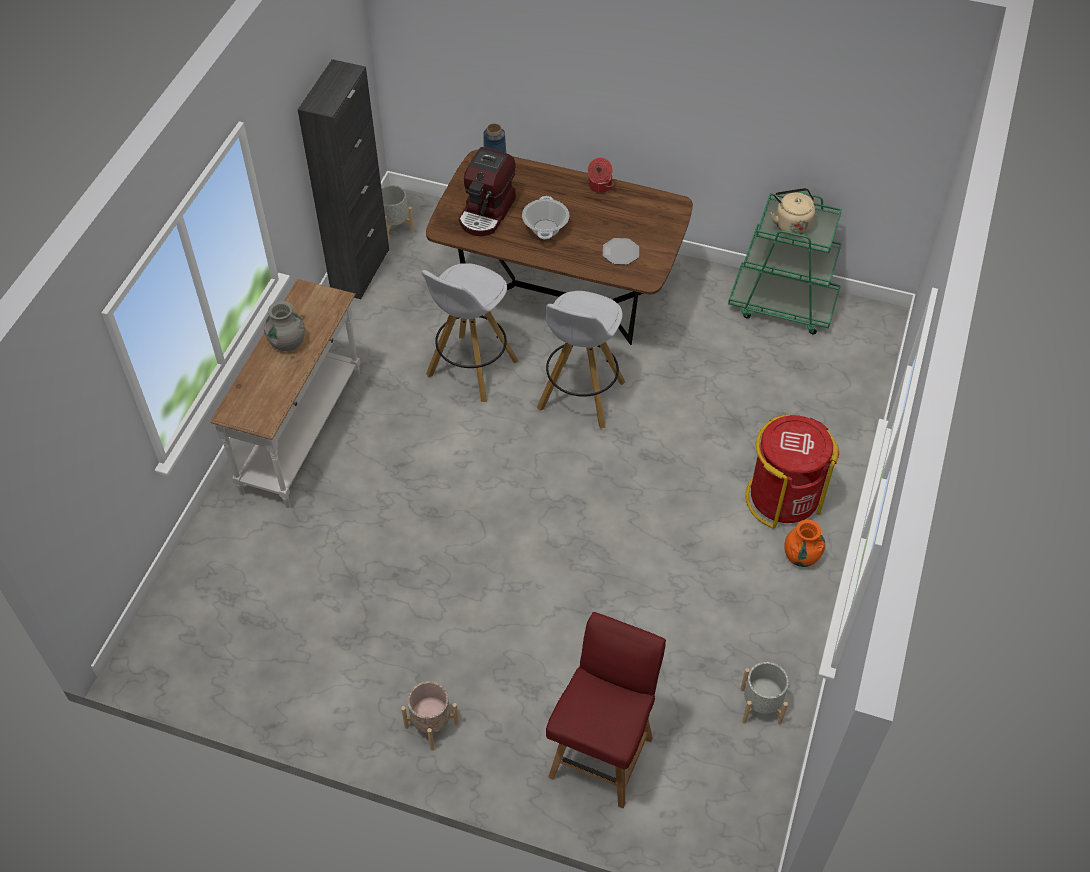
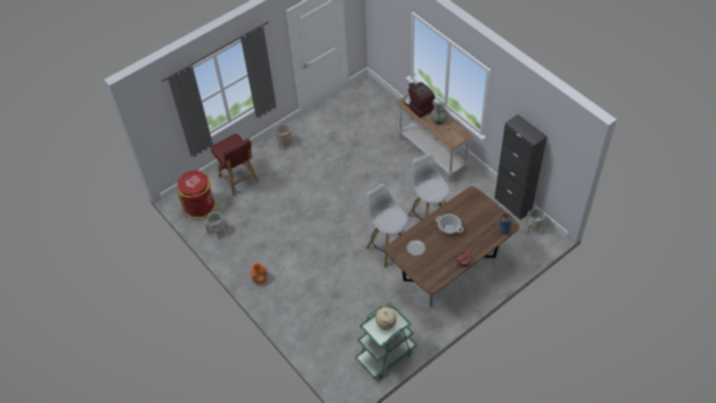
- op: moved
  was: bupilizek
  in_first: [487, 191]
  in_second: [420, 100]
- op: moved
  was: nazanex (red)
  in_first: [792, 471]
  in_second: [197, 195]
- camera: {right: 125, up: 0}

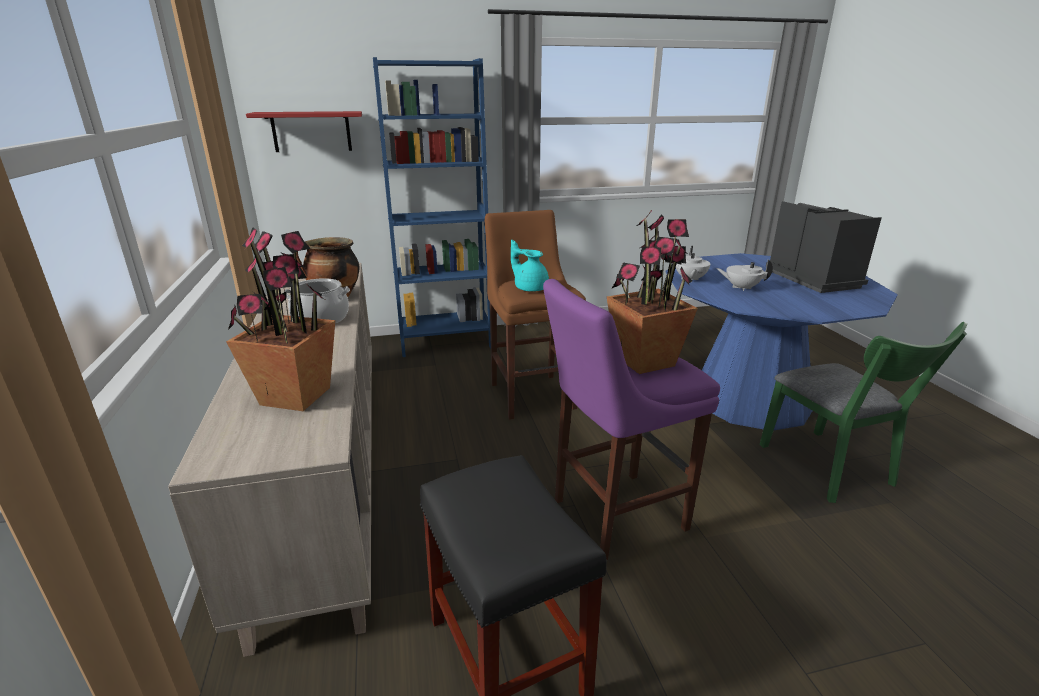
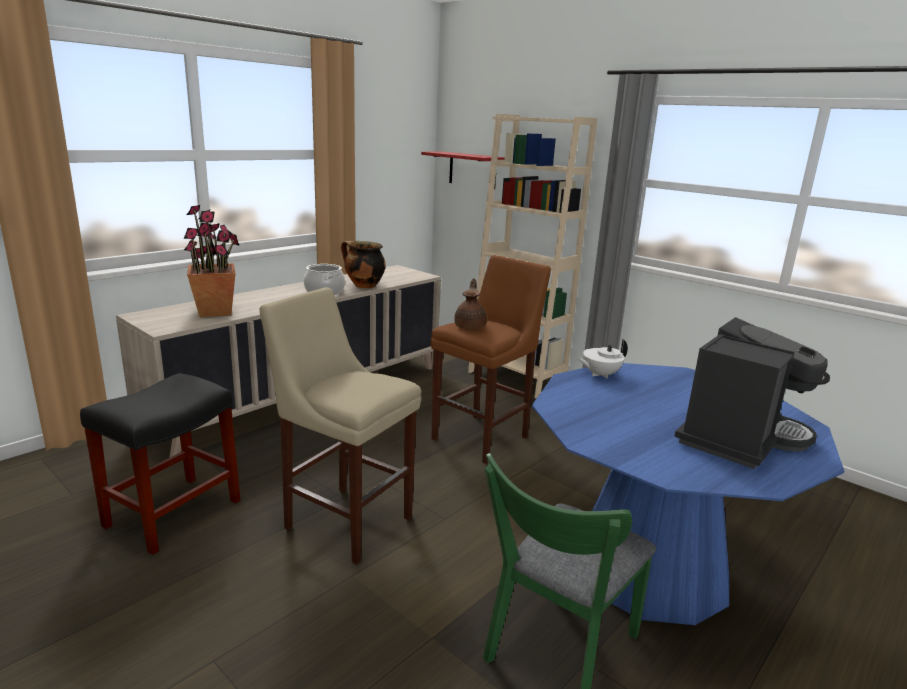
- op: removed
  was: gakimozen
  in_first: [652, 291]
- op: removed
  was: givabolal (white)
  in_first: [744, 275]
- op: recoloured
  was: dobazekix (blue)
  now: dobazekix (beige)
  in_first: [432, 207]
  in_second: [533, 256]
- op: recoloured
  was: givabolal (turquoise)
  now: givabolal (brown)
  in_first: [530, 266]
  in_second: [470, 303]
- op: recoloured
  was: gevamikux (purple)
  now: gevamikux (beige)
  in_first: [631, 419]
  in_second: [340, 426]
- camera: {right: 55, up: -5}

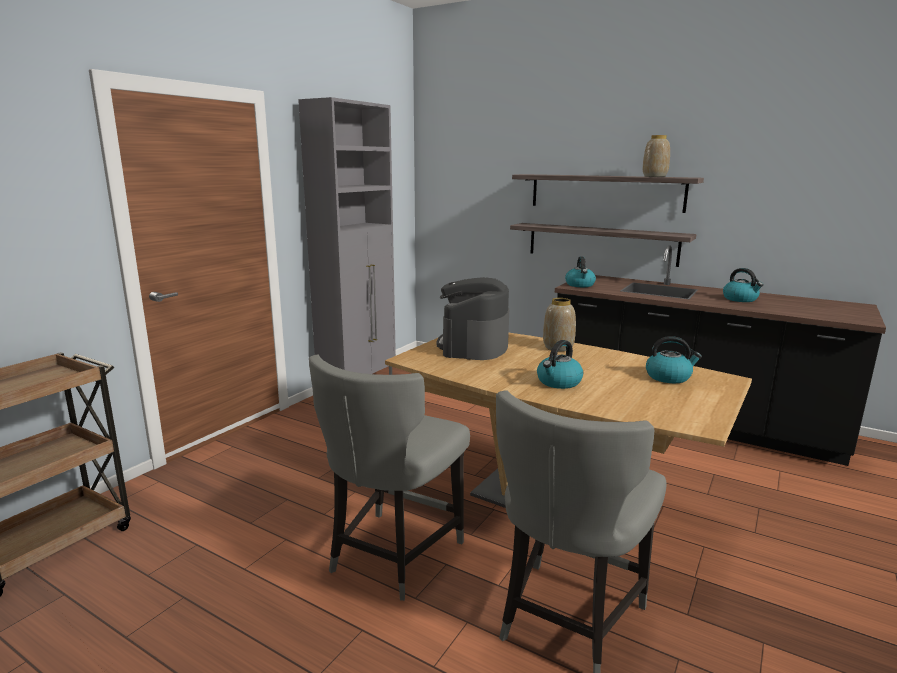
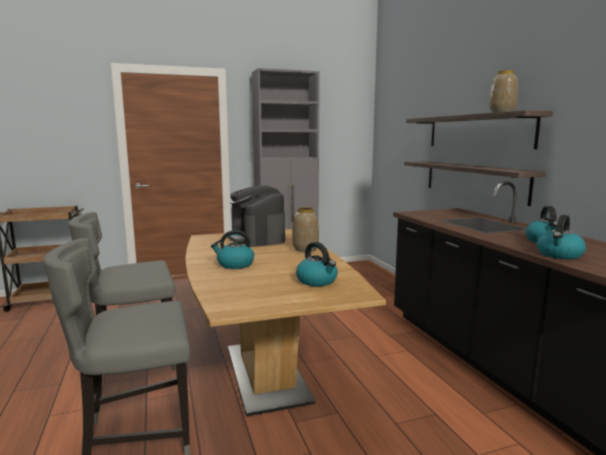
- op: moved
  was: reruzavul
  in_first: [580, 272]
  in_second: [561, 237]
- op: turned
  was: bupilizek
  in_first: [473, 318]
  in_second: [256, 216]
  clockwise: -75
- camera: {right: 40, up: -5}

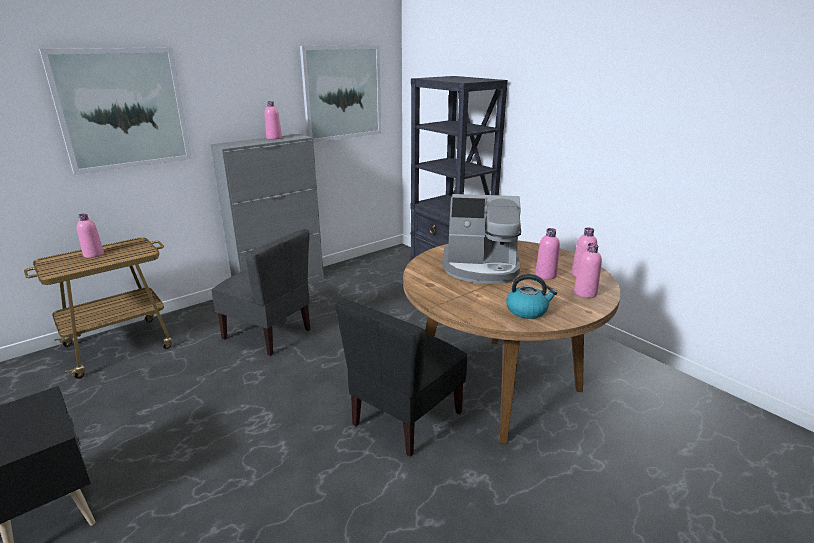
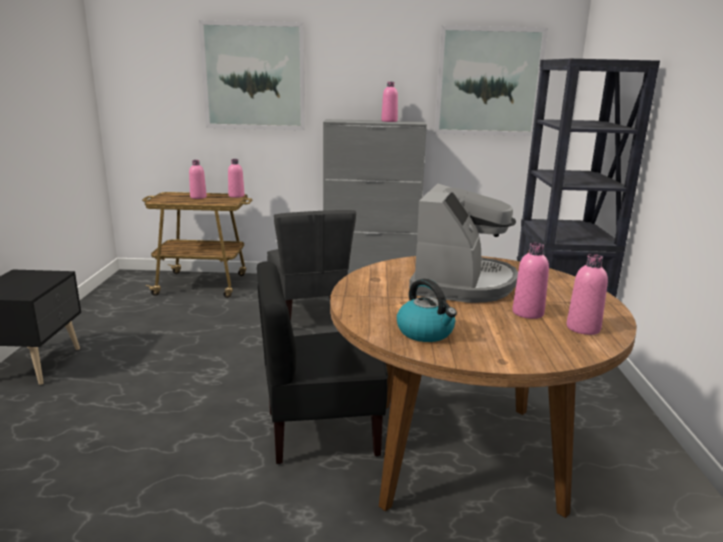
- op: moved
  was: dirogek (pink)
  in_first: [588, 270]
  in_second: [236, 178]
- op: turned
  was: bupilizek
  in_first: [481, 239]
  in_second: [463, 243]
  clockwise: -120
- camera: {right: 40, up: -5}

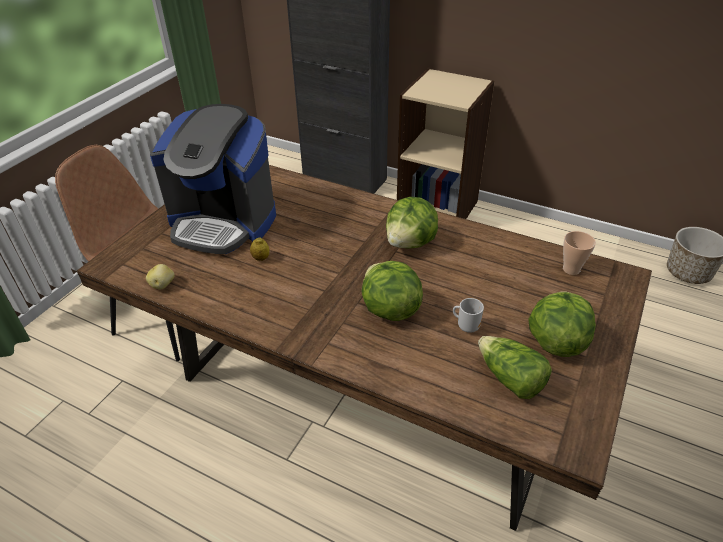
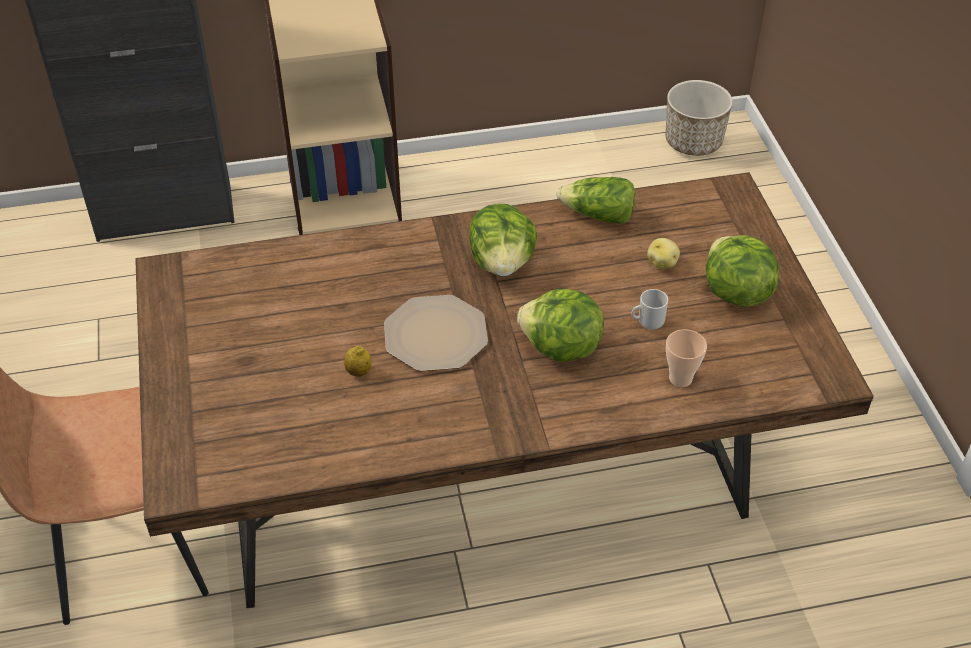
- op: removed
  was: bupilizek
  in_first: [213, 179]
- op: added
  now: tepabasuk
  in_second: [436, 333]
- op: moved
  was: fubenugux
  in_first: [160, 277]
  in_second: [663, 253]
- op: moved
  was: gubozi
  in_first: [515, 367]
  in_second: [595, 200]
- op: moved
  was: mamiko
  in_first: [579, 253]
  in_second: [686, 358]
- camera: {right: -40, up: 5}

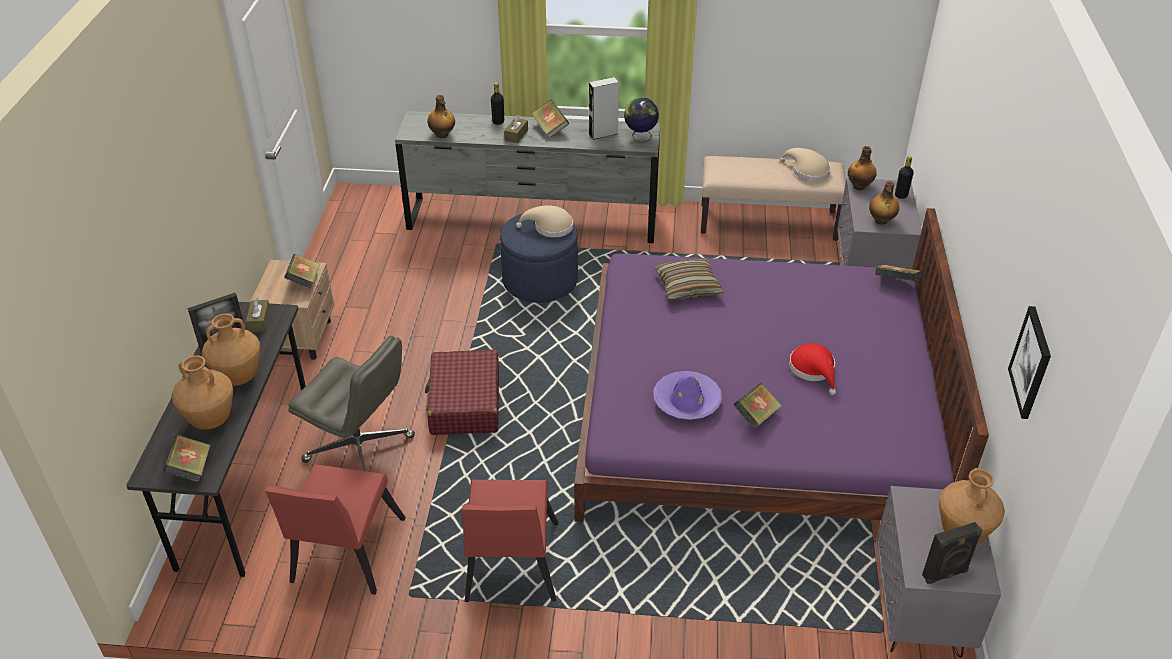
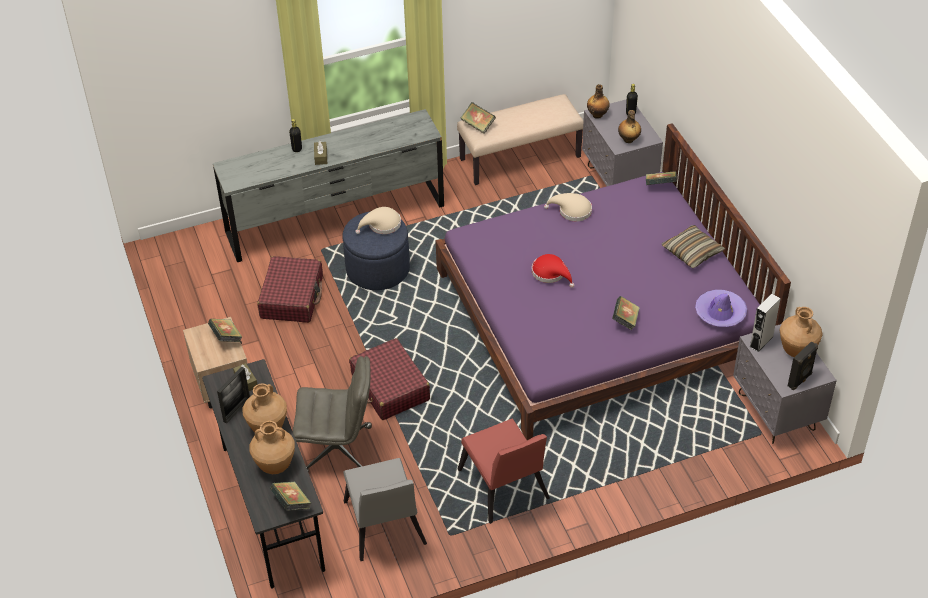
- op: removed
  was: dirogek
  in_first: [441, 116]
- op: removed
  was: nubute
  in_first: [641, 120]
- op: removed
  was: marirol
  in_first: [1029, 362]
- op: added
  now: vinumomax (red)
  in_second: [290, 289]
- op: moved
  was: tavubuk
  in_first: [550, 119]
  in_second: [478, 118]
- op: moved
  was: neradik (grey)
  in_first: [603, 108]
  in_second: [765, 322]
- op: moved
  was: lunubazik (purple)
  in_first: [687, 395]
  in_second: [721, 308]
- op: moved
  was: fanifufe
  in_first: [689, 279]
  in_second: [693, 247]
- op: moved
  was: lunubazik (beige)
  in_first: [805, 164]
  in_second: [568, 207]
- op: moved
  was: lunubazik (red)
  in_first: [812, 369]
  in_second: [553, 271]
- op: recoloured
  was: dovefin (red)
  now: dovefin (grey)
  in_first: [335, 529]
  in_second: [385, 509]
- camera: {right: -25, up: 5}

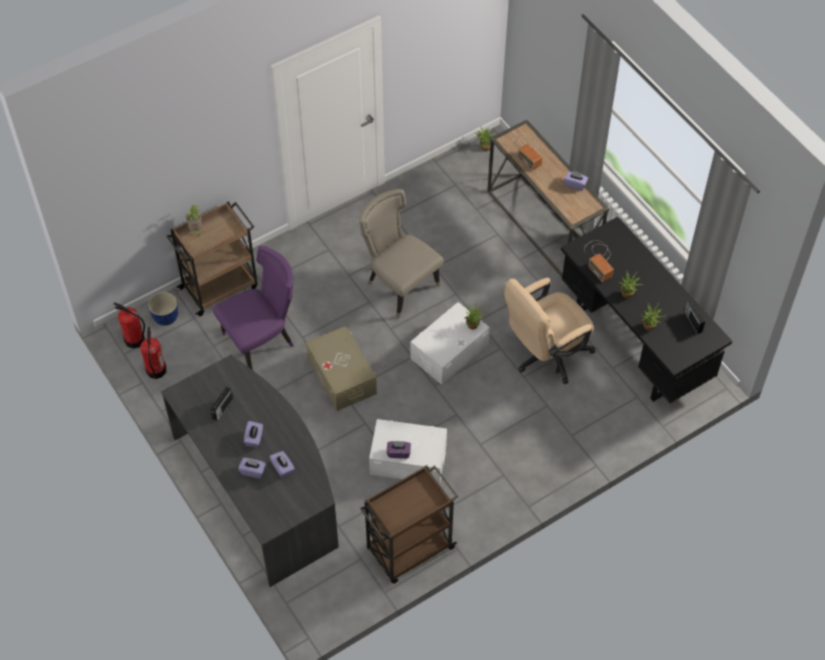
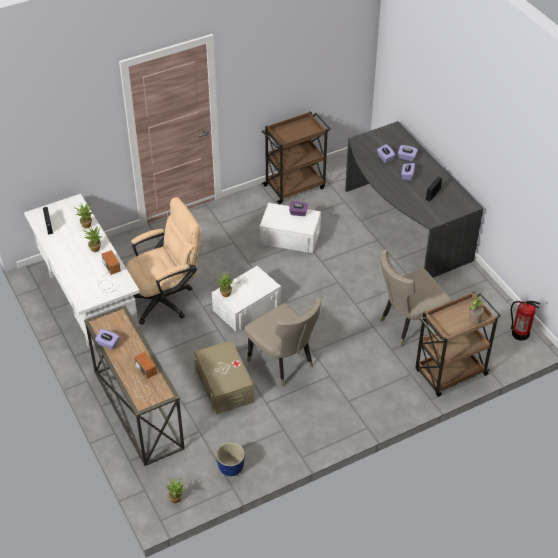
- op: removed
  was: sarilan
  in_first: [153, 353]
- op: moved
  was: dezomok
  in_first: [163, 309]
  in_second: [230, 459]
- op: moved
  was: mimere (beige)
  in_first: [341, 368]
  in_second: [224, 377]
- op: recoloured
  was: dovefin (purple)
  now: dovefin (beige)
  in_first: [253, 308]
  in_second: [416, 297]
- op: recoloured
  was: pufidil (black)
  now: pufidil (white)
  in_first: [646, 310]
  in_second: [82, 271]
- camera: {right: -175, up: -10}

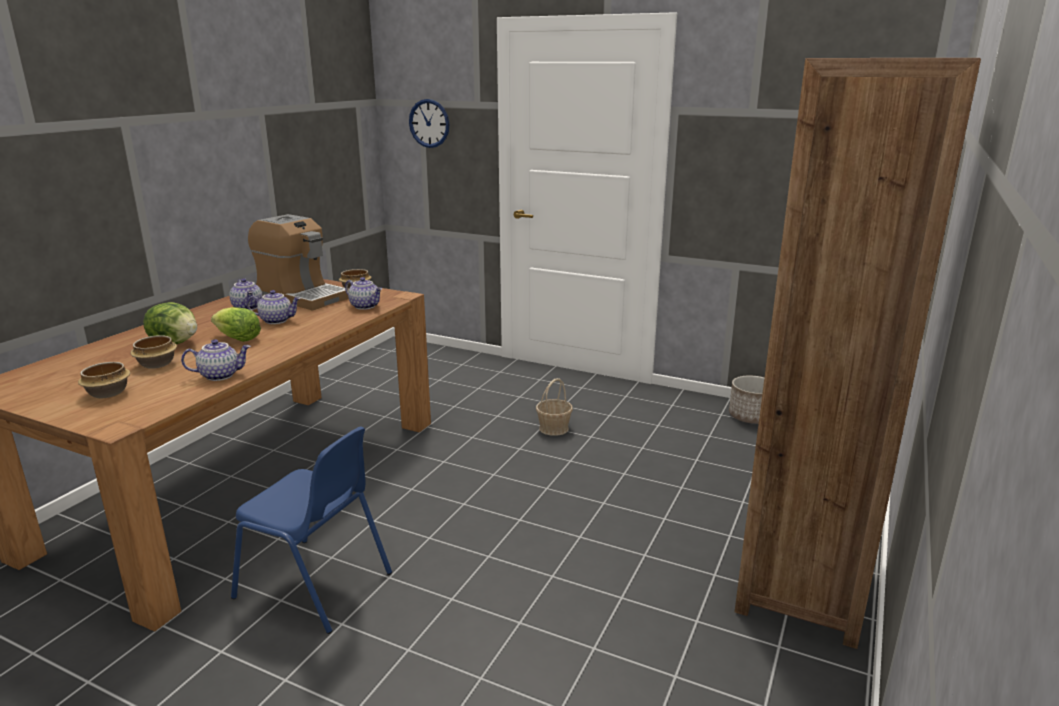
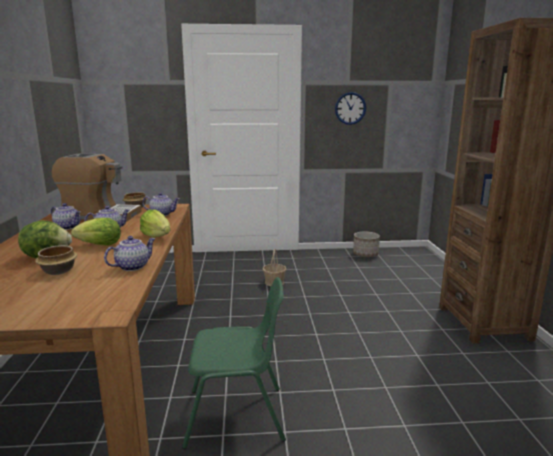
- op: removed
  was: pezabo
  in_first: [104, 380]
- op: added
  now: gubozi
  in_second: [155, 223]
- op: moved
  was: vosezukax
  in_first: [429, 123]
  in_second: [350, 108]
- op: recoloured
  was: dovefin (blue)
  now: dovefin (green)
  in_first: [311, 530]
  in_second: [234, 363]
- camera: {right: -30, up: -5}

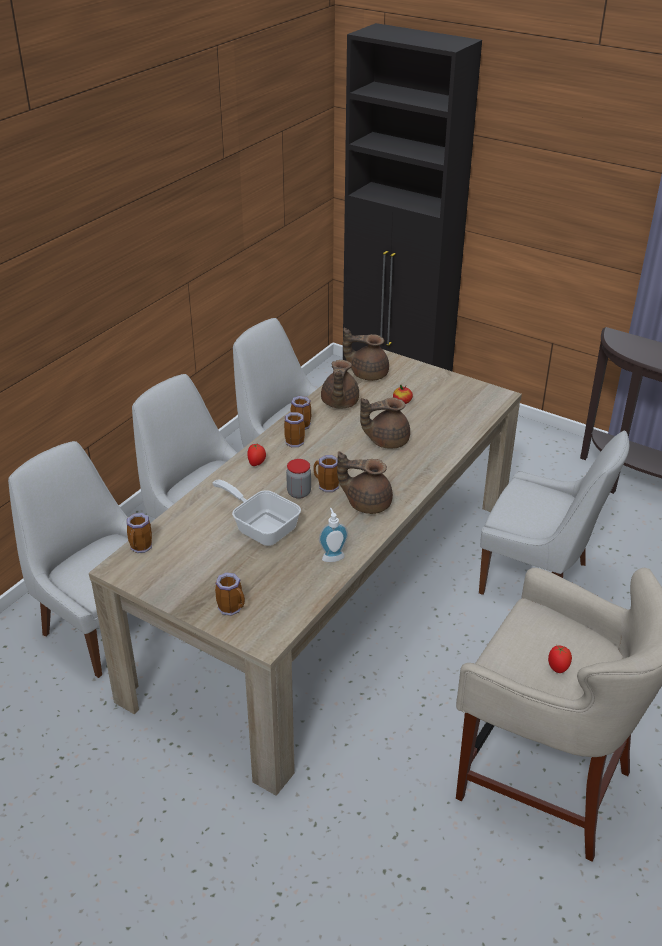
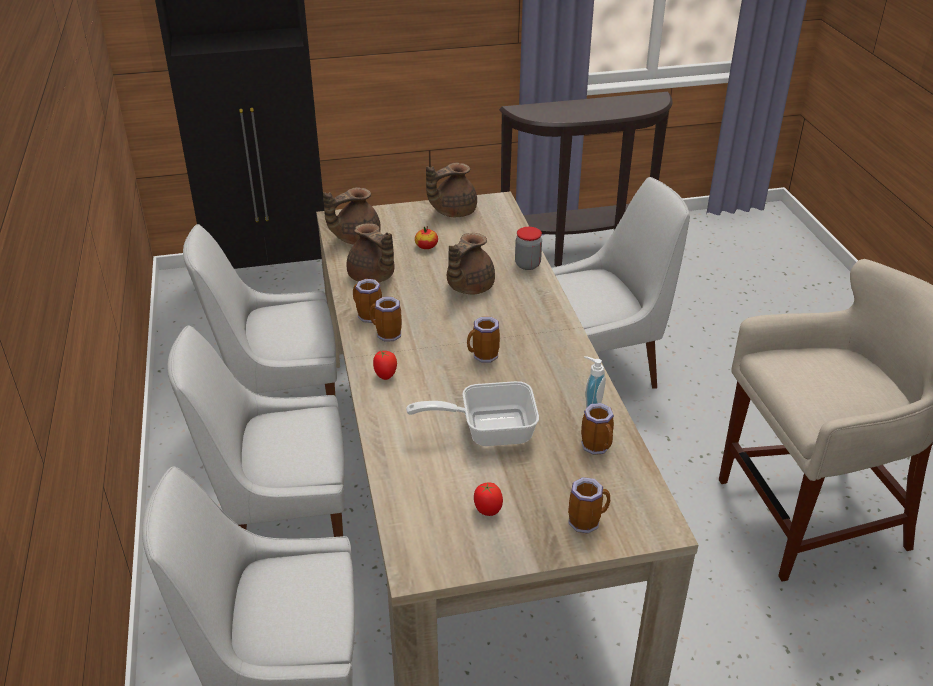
- op: moved
  was: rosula
  in_first: [139, 533]
  in_second: [597, 429]
- op: moved
  was: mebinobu
  in_first: [298, 479]
  in_second: [528, 248]
- op: moved
  was: givabolal (brown)
  in_first: [365, 482]
  in_second: [451, 190]
- op: moved
  was: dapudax
  in_first: [560, 659]
  in_second: [488, 499]
- camera: {right: -45, up: 0}

